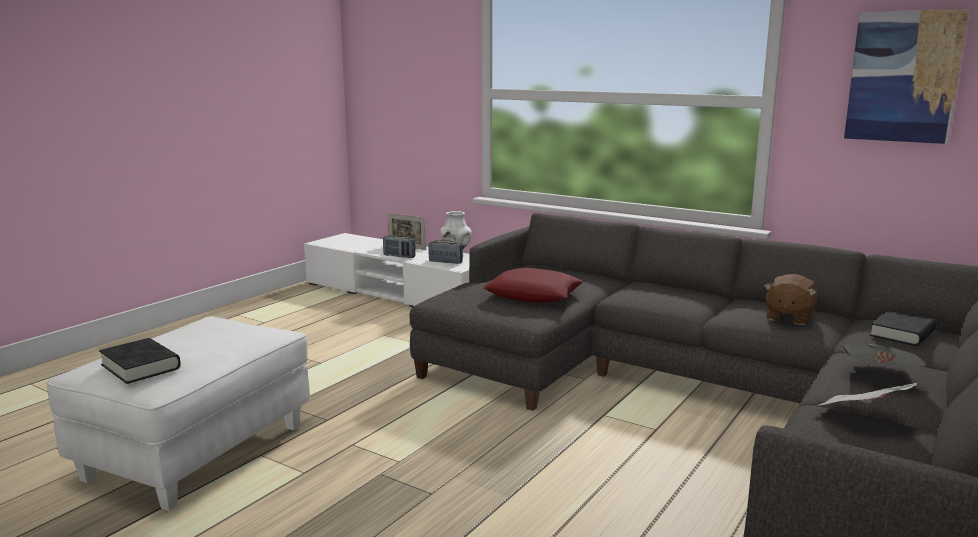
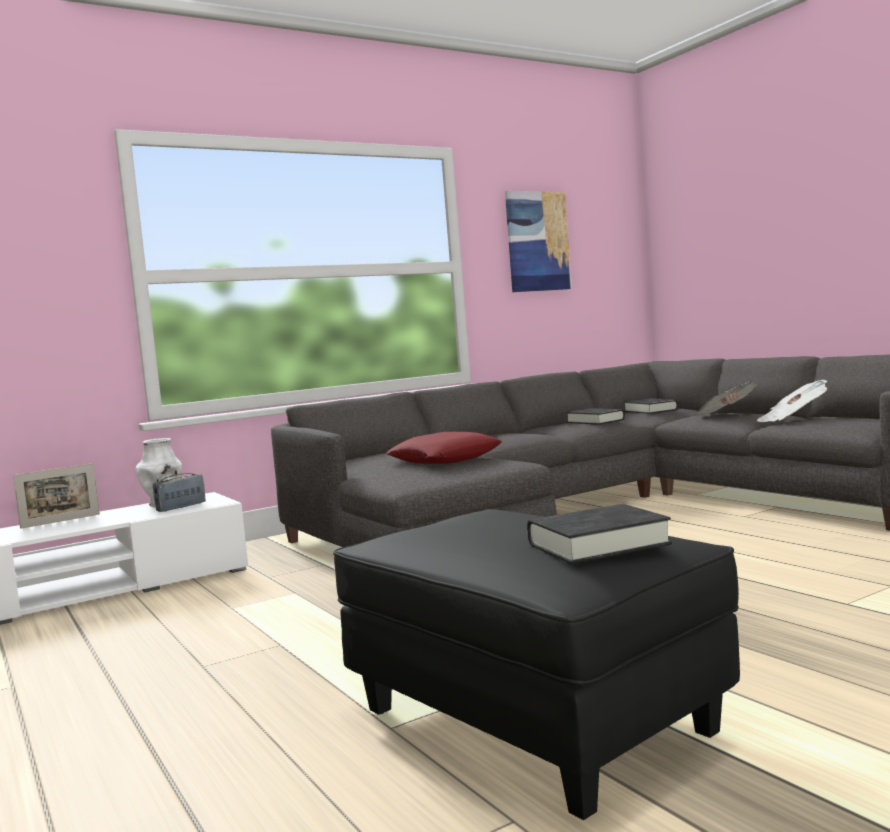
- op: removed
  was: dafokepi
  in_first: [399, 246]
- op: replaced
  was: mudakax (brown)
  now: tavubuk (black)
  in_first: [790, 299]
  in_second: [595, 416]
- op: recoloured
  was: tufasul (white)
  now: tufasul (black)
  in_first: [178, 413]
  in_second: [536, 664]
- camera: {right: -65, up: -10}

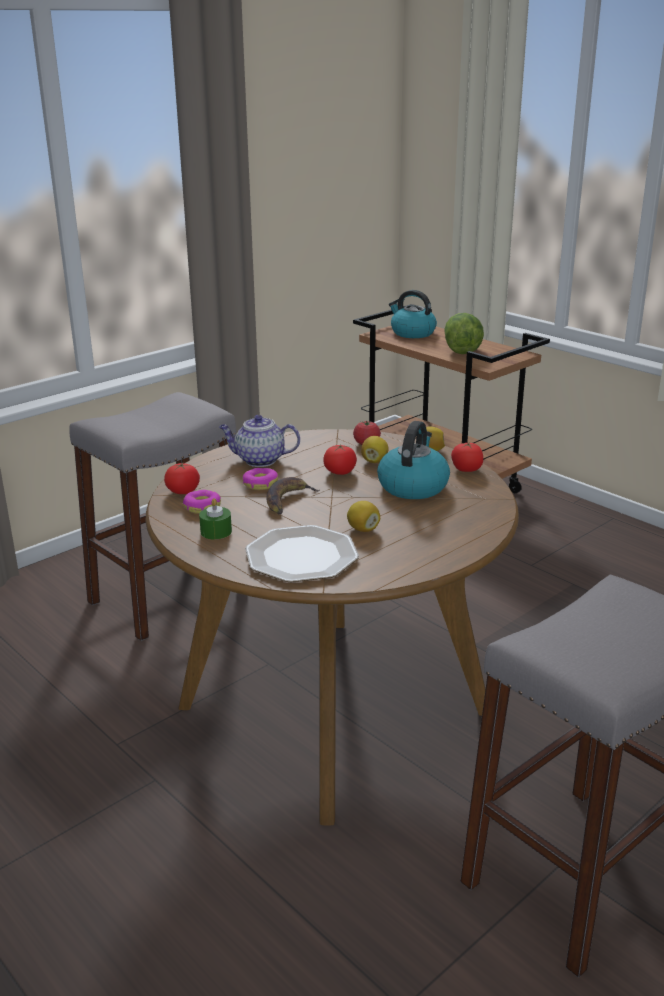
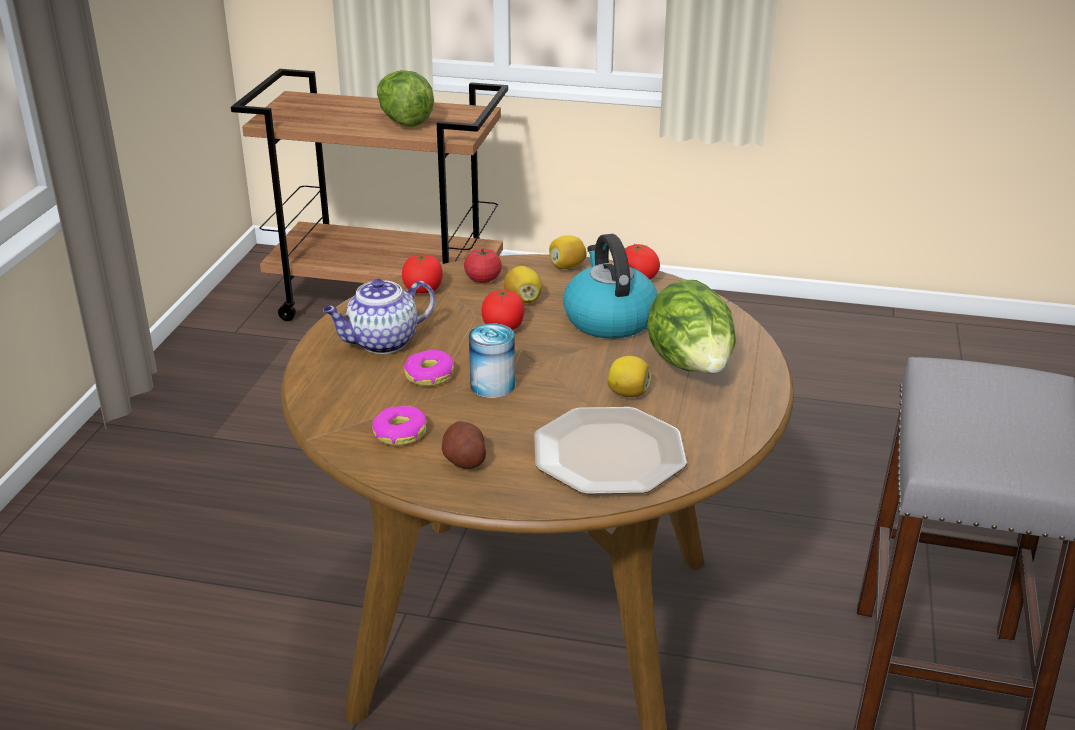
- op: removed
  was: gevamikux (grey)
  in_first: [152, 516]
- op: removed
  was: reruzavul
  in_first: [413, 314]
- op: added
  now: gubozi
  in_second: [691, 326]
- op: moved
  was: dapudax
  in_first: [182, 478]
  in_second: [422, 273]
- op: replaced
  was: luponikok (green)
  now: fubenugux
  in_first: [215, 518]
  in_second: [464, 445]
- op: replaced
  was: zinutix
  now: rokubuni
  in_first: [293, 495]
  in_second: [492, 360]
- camera: {right: -35, up: 5}

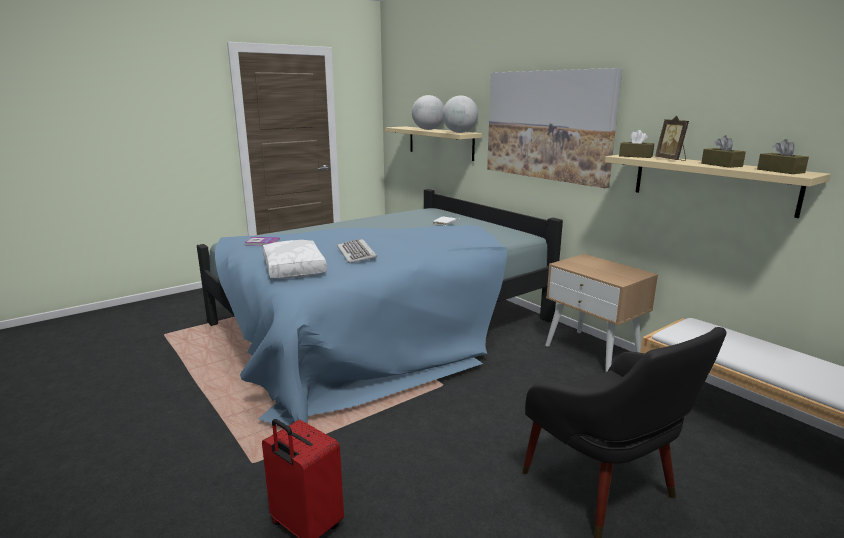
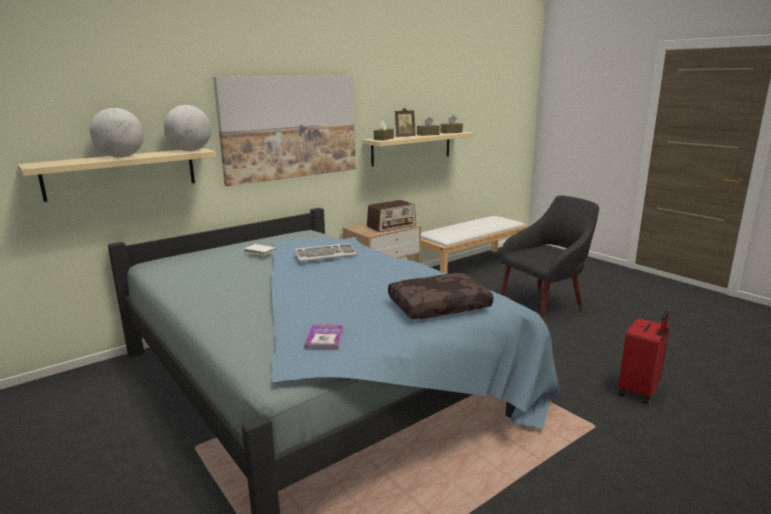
- op: added
  now: dafokepi
  in_second: [391, 216]
- op: moved
  was: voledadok
  in_first: [357, 251]
  in_second: [326, 252]
- op: recoloured
  was: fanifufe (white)
  now: fanifufe (brown)
  in_first: [294, 259]
  in_second: [440, 296]
- camera: {right: -90, up: 0}

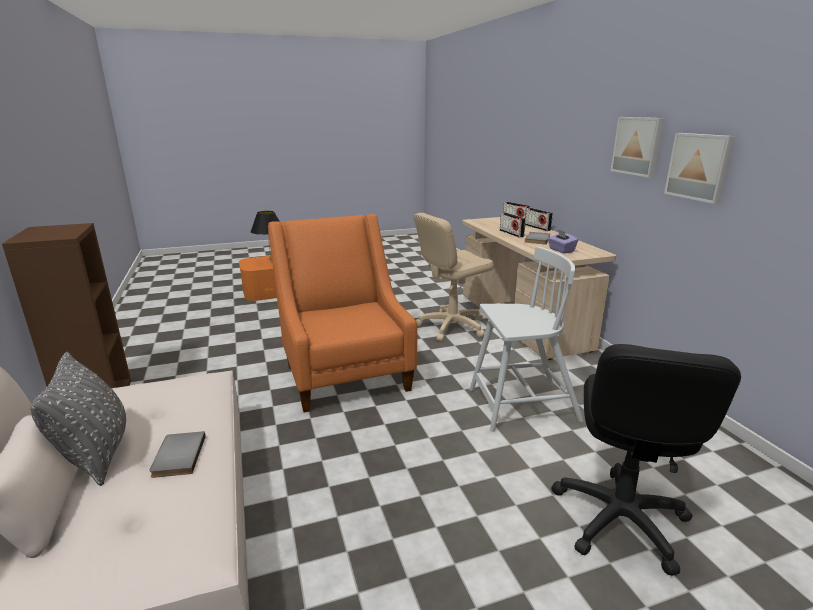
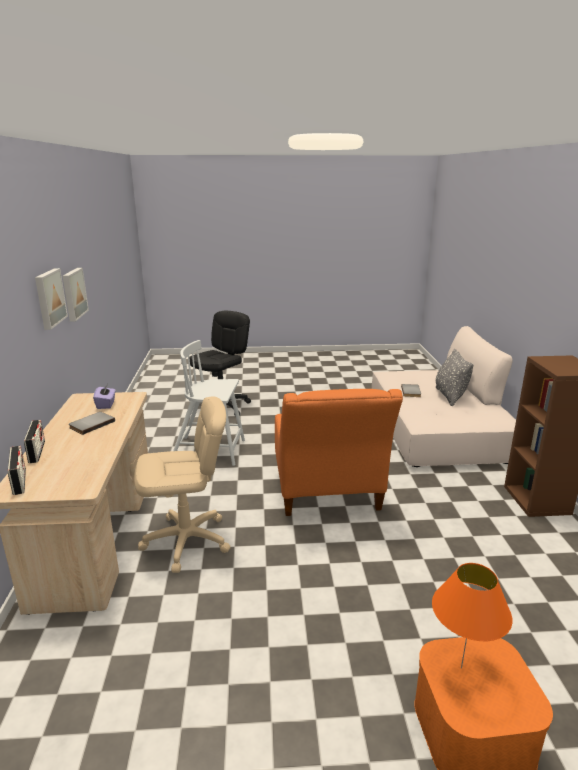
- op: removed
  was: dafokepi
  in_first: [513, 224]
- op: recoloured
  was: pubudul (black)
  now: pubudul (orange)
  in_first: [265, 235]
  in_second: [472, 615]
- camera: {right: -165, up: 0}

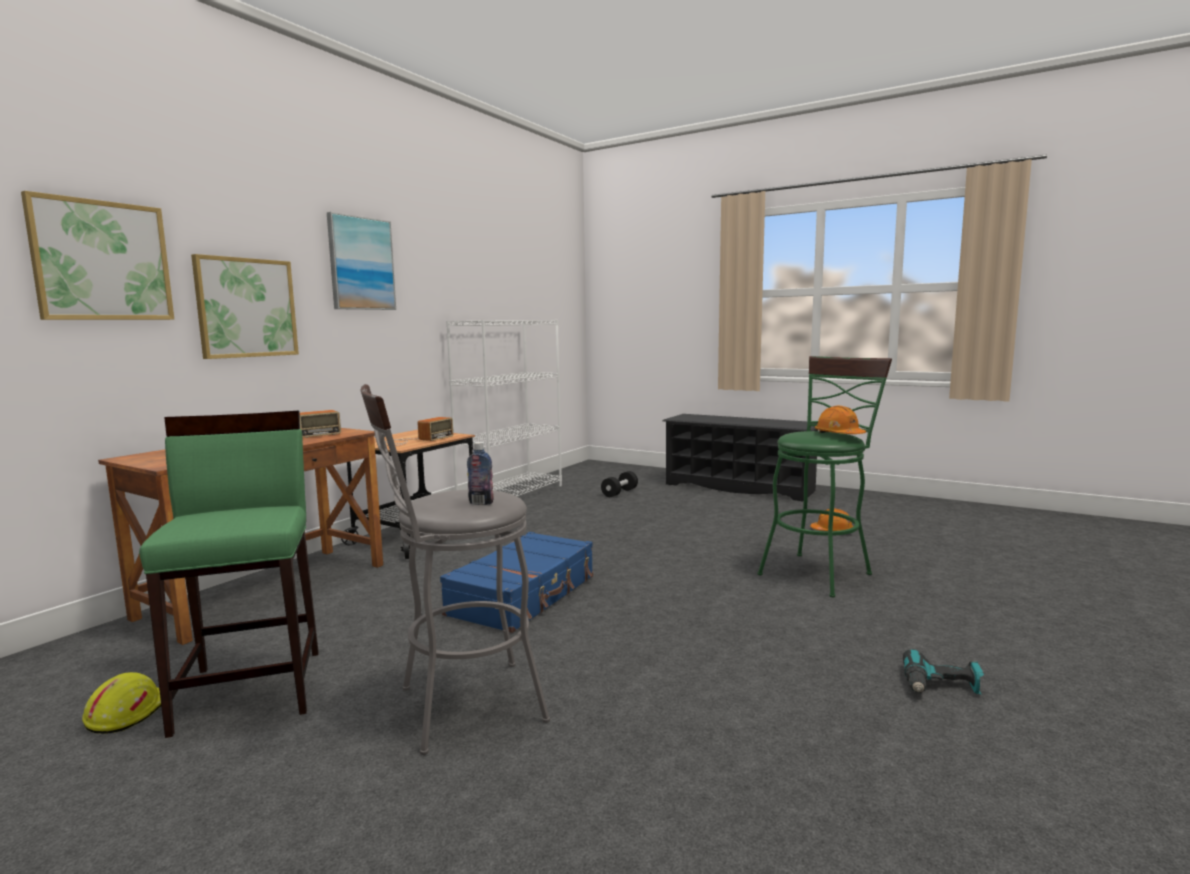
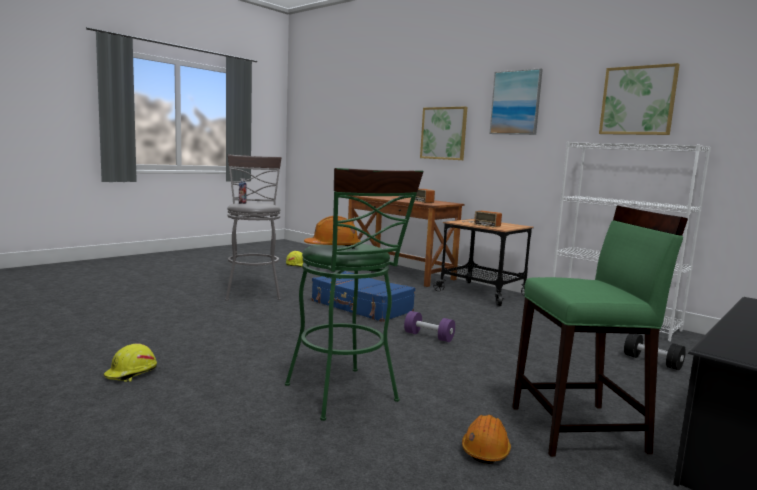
- op: added
  now: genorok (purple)
  in_second: [429, 326]
- op: moved
  was: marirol
  in_first: [97, 255]
  in_second: [639, 99]
- op: moved
  was: gevamikux (green)
  in_first: [229, 574]
  in_second: [600, 331]
- op: replaced
  was: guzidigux
  now: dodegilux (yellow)
  in_first: [943, 672]
  in_second: [130, 362]
- camera: {right: 100, up: 0}

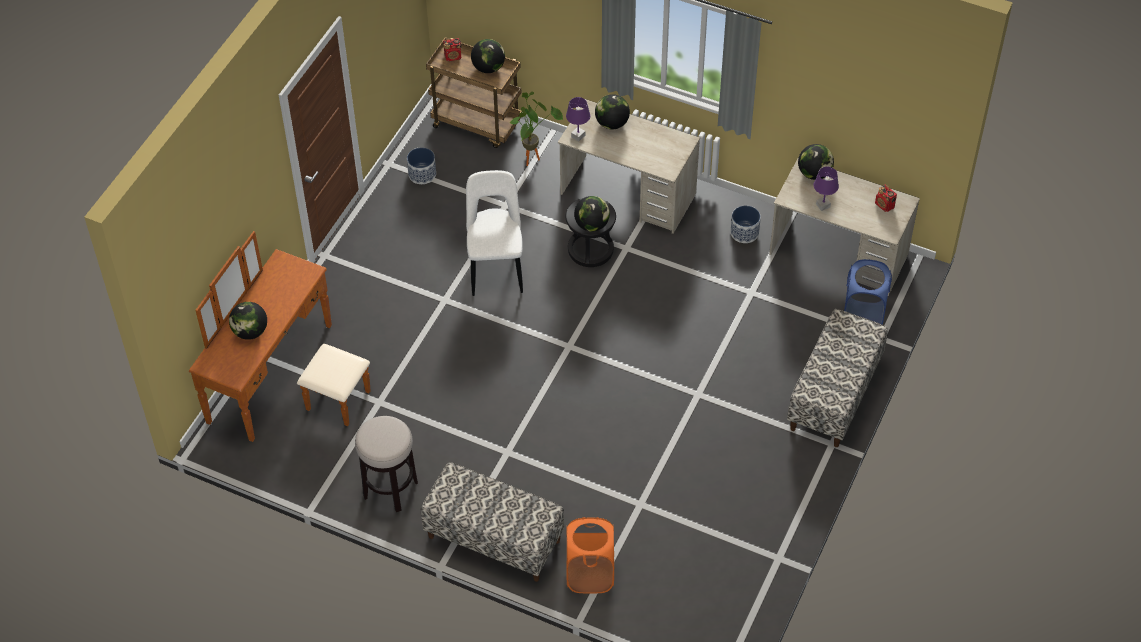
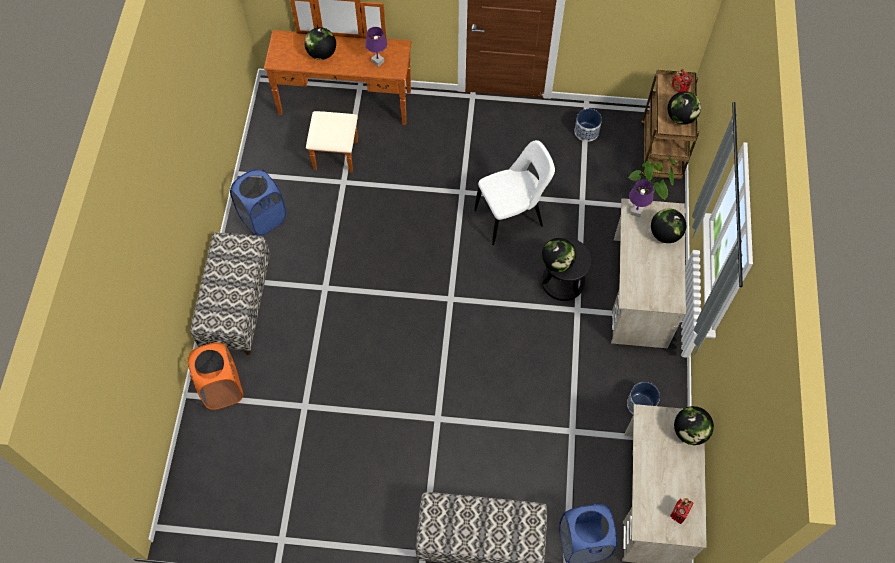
- op: moved
  was: pubudul (purple)
  in_first: [826, 189]
  in_second: [376, 47]
- op: replaced
  was: gevamikux
  now: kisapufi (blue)
  in_first: [386, 464]
  in_second: [258, 202]
- camera: {right: 70, up: 10}

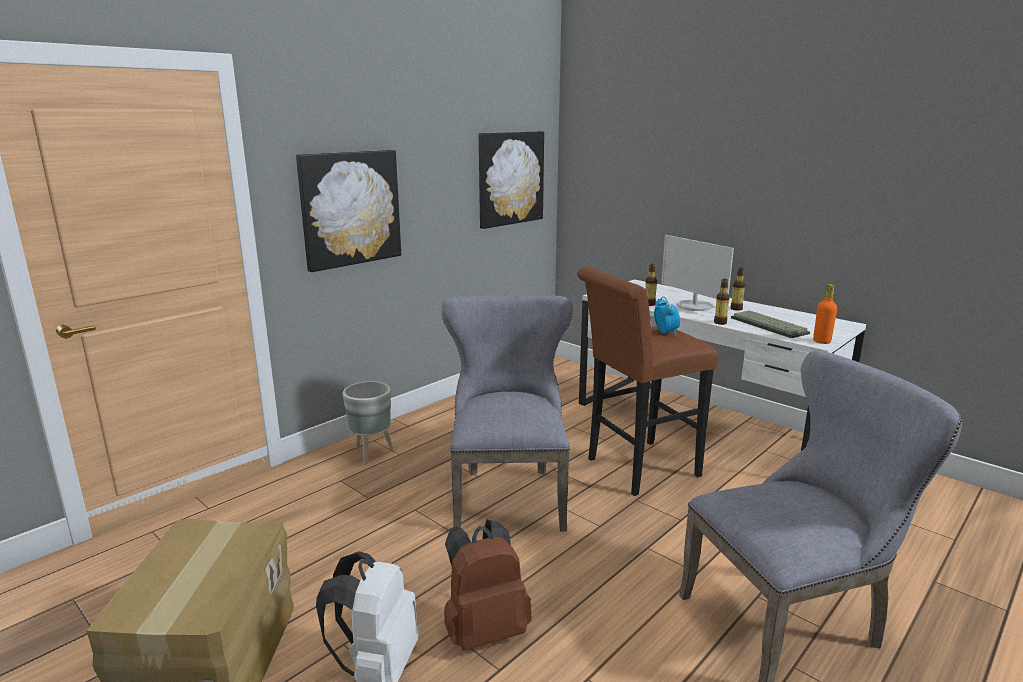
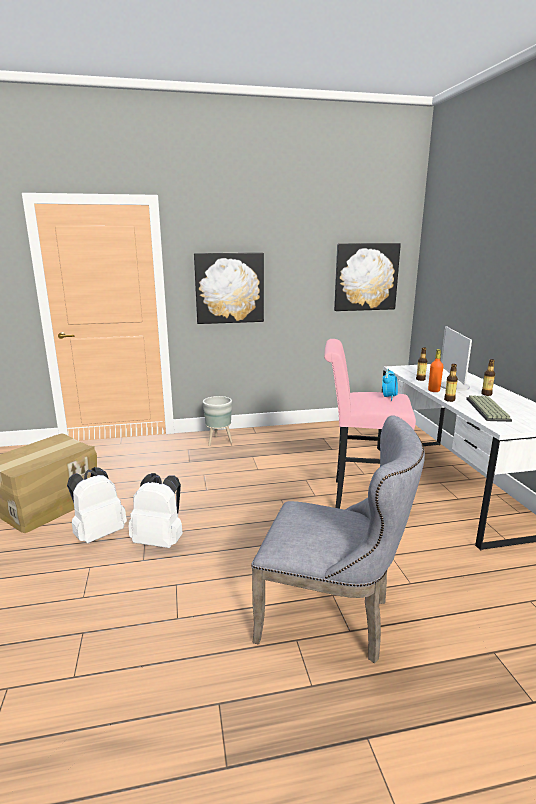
- op: removed
  was: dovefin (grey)
  in_first: [507, 413]
- op: moved
  was: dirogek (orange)
  in_first: [825, 314]
  in_second: [435, 370]
- op: recoloured
  was: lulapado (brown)
  now: lulapado (white)
  in_first: [488, 585]
  in_second: [156, 510]
- op: recoloured
  was: gevamikux (brown)
  now: gevamikux (pink)
  in_first: [648, 381]
  in_second: [370, 424]
- camera: {right: 35, up: 0}

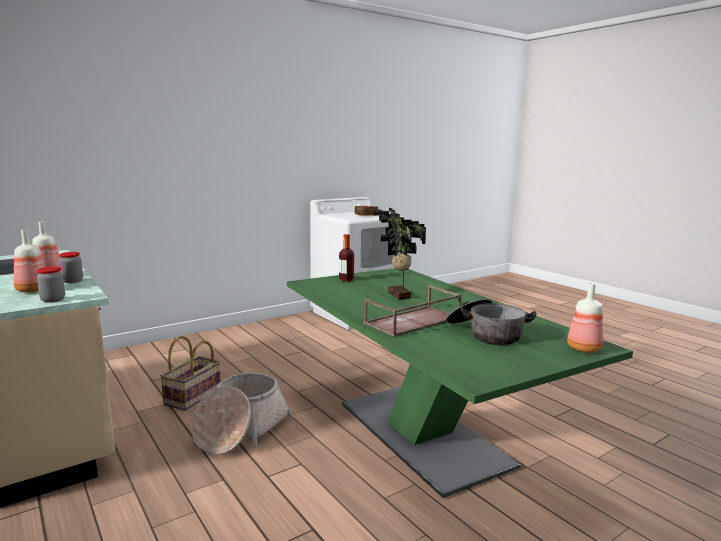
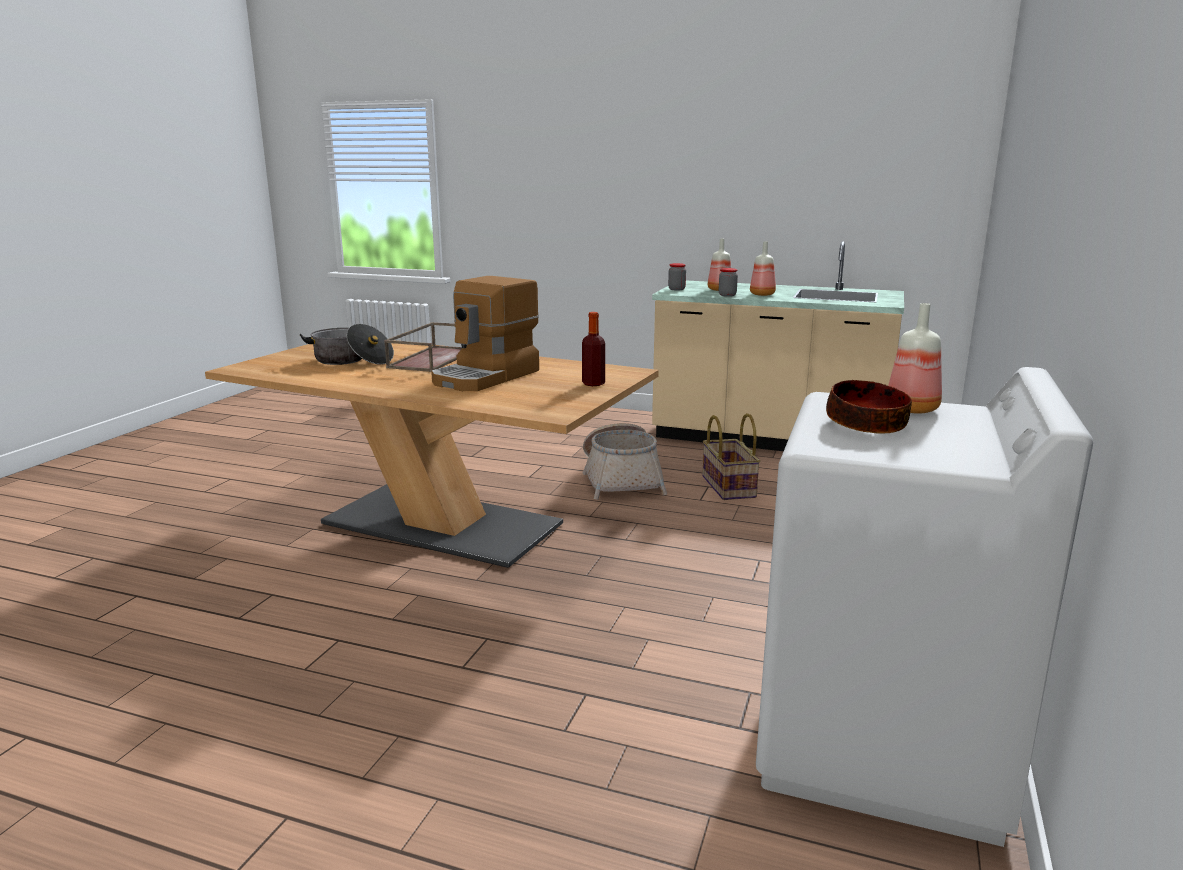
- op: moved
  was: dirogek
  in_first: [585, 318]
  in_second: [915, 358]
- op: replaced
  was: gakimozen
  now: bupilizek
  in_first: [400, 254]
  in_second: [485, 333]
- op: recoloured
  was: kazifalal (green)
  now: kazifalal (beige)
  in_first: [460, 383]
  in_second: [432, 454]
- camera: {right: 145, up: 5}

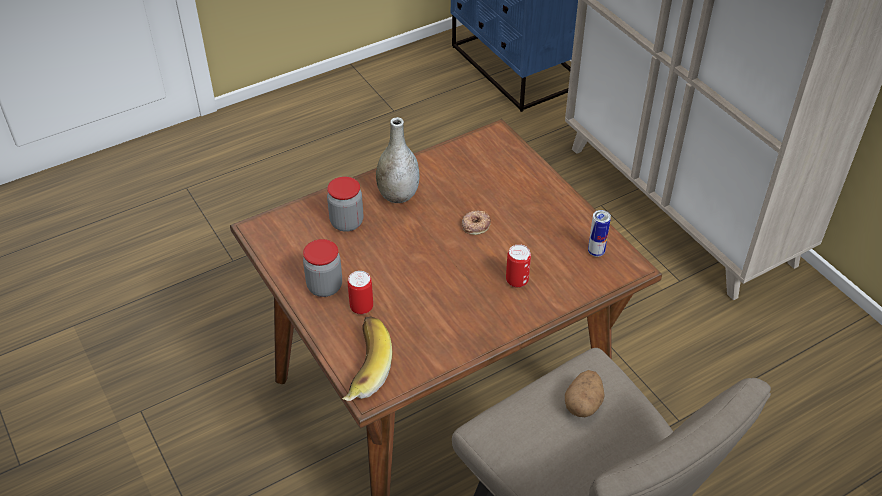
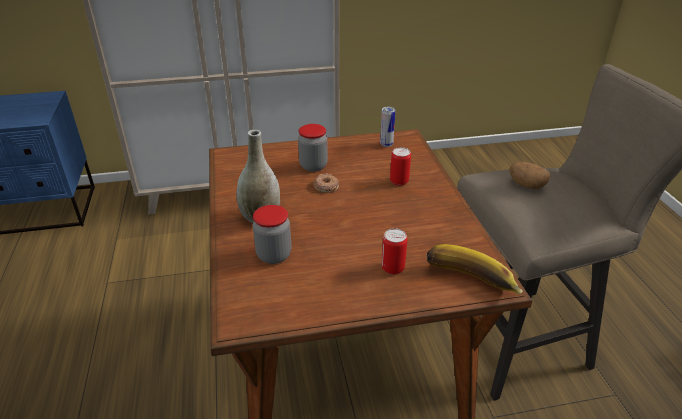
- op: moved
  was: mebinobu
  in_first: [322, 268]
  in_second: [313, 148]
- camera: {right: -70, up: -10}

